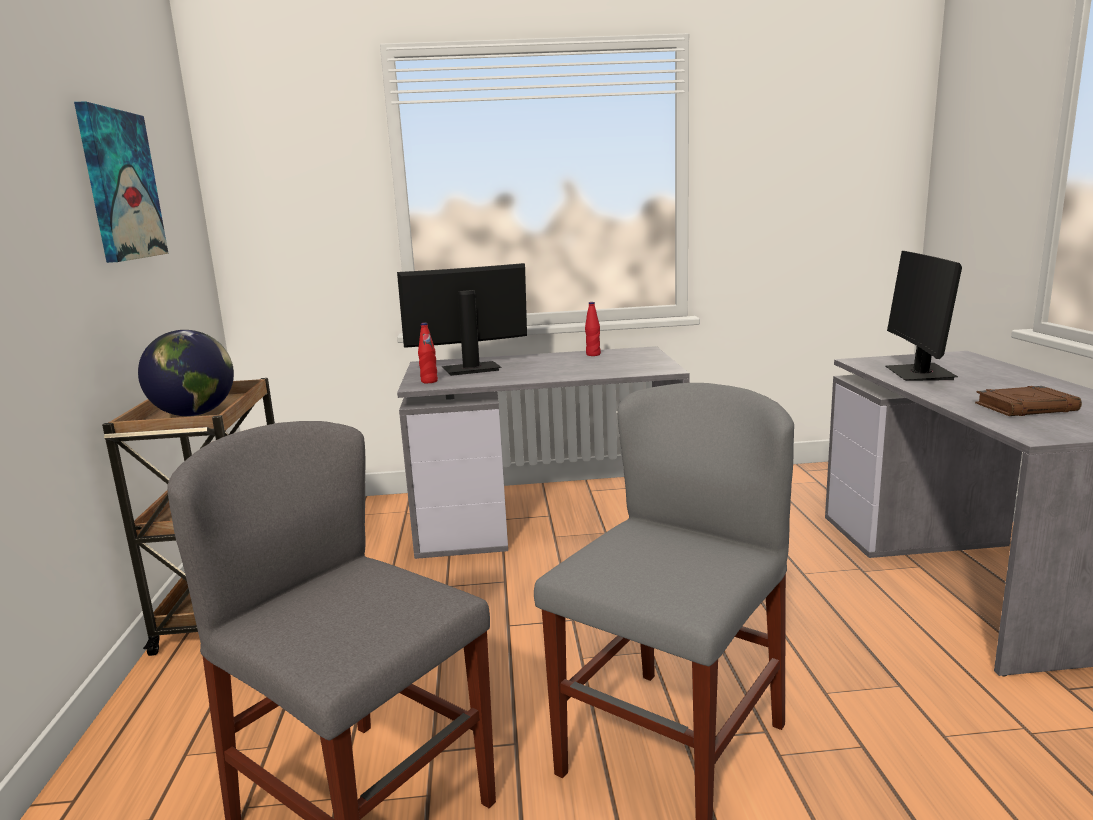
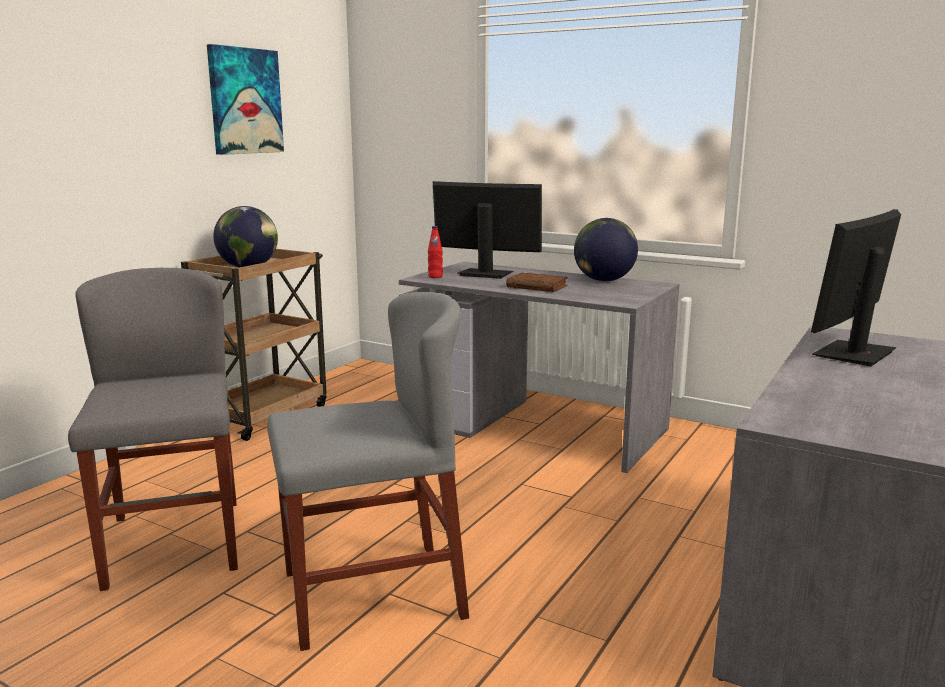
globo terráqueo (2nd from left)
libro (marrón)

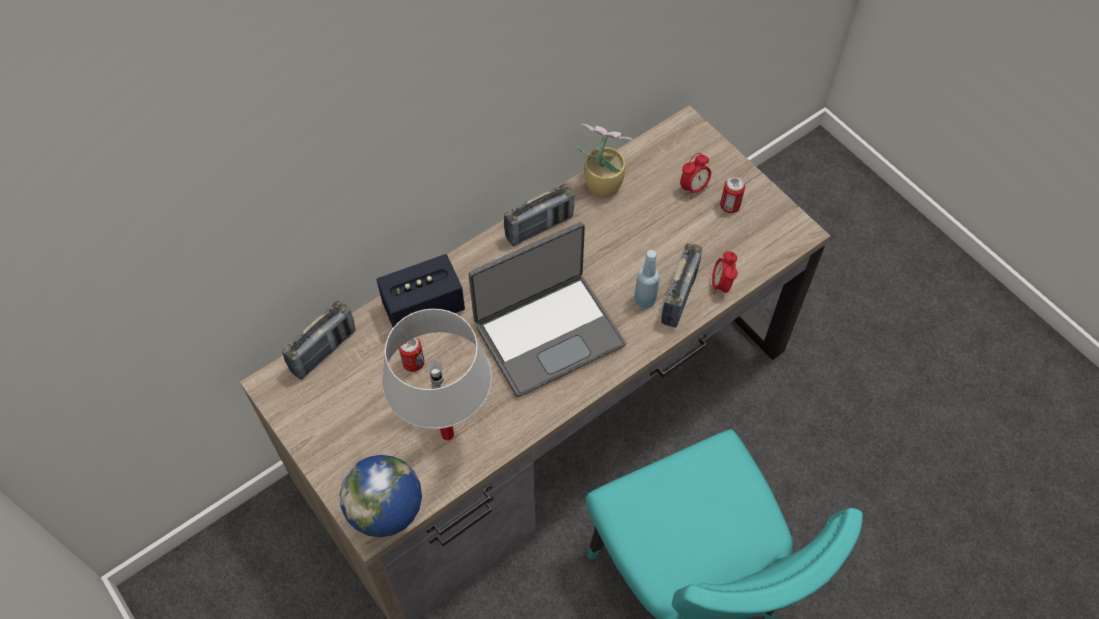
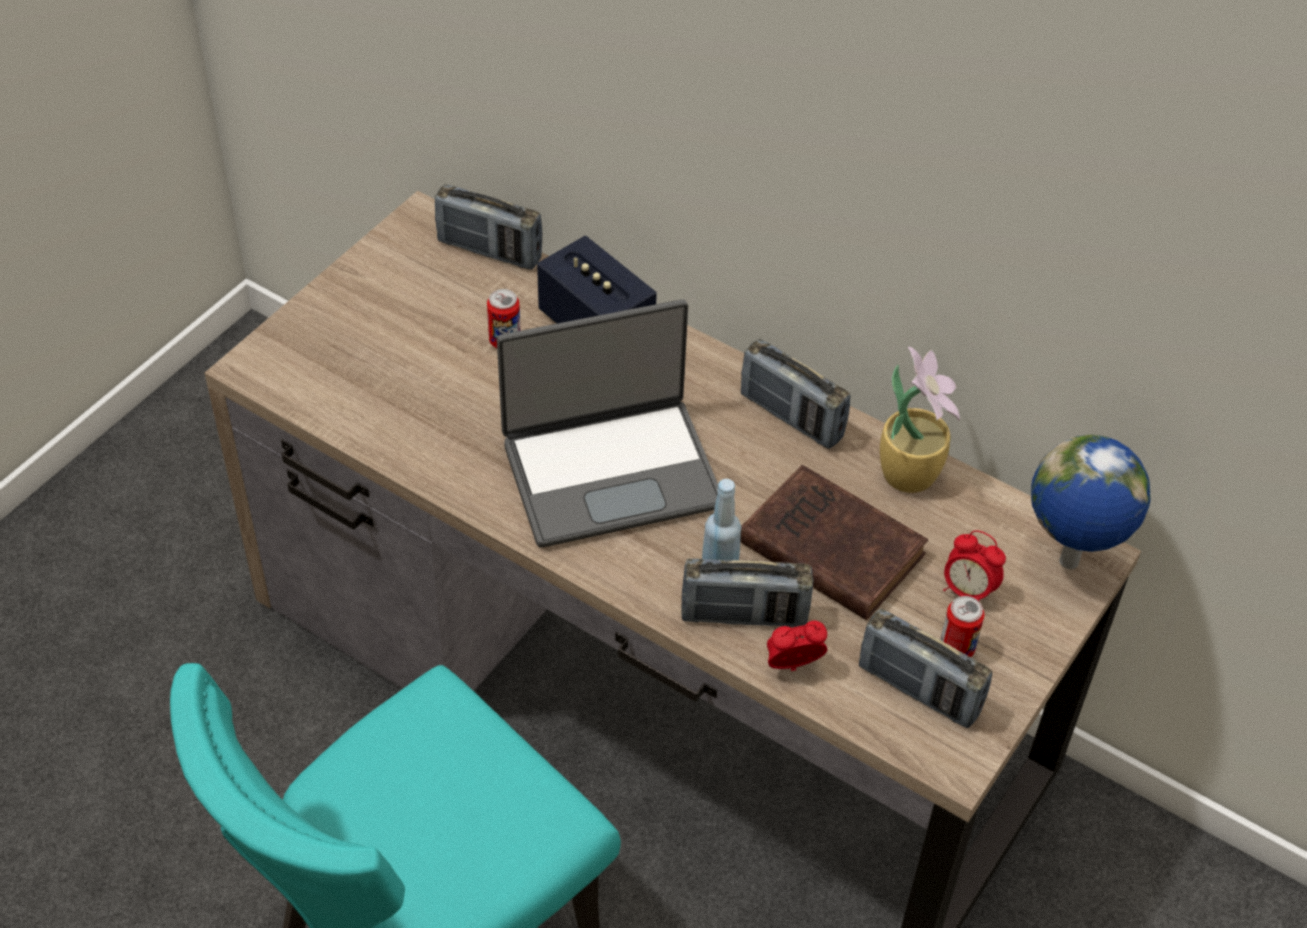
globo terráqueo
lámpara de mesa (blanco)
portátil
libro (marrón)
radio (4th from left)

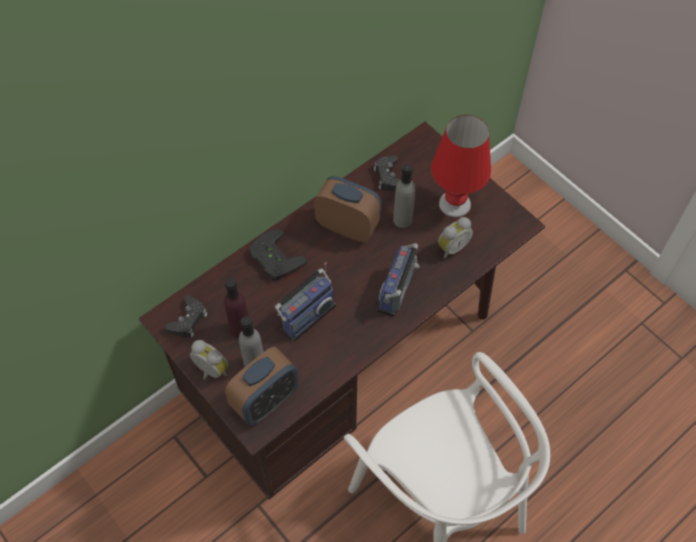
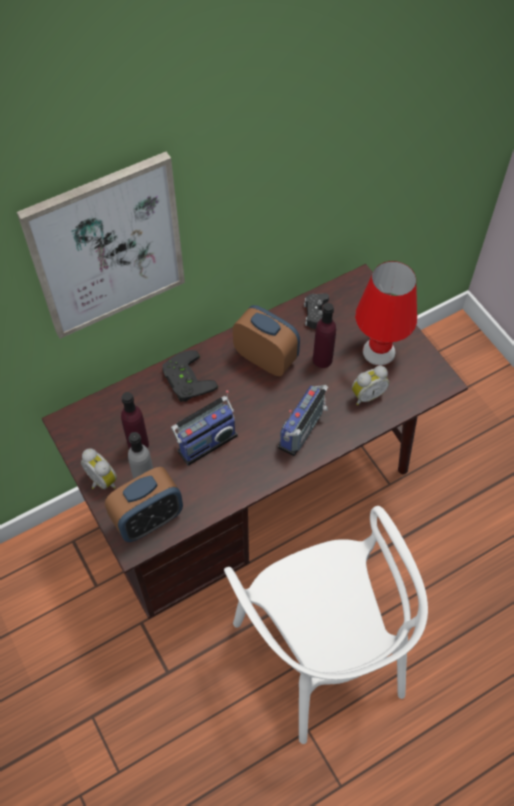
mando de consola (negro) (1st from left in the first image)
botella (morado) (2nd from left)
cuadro

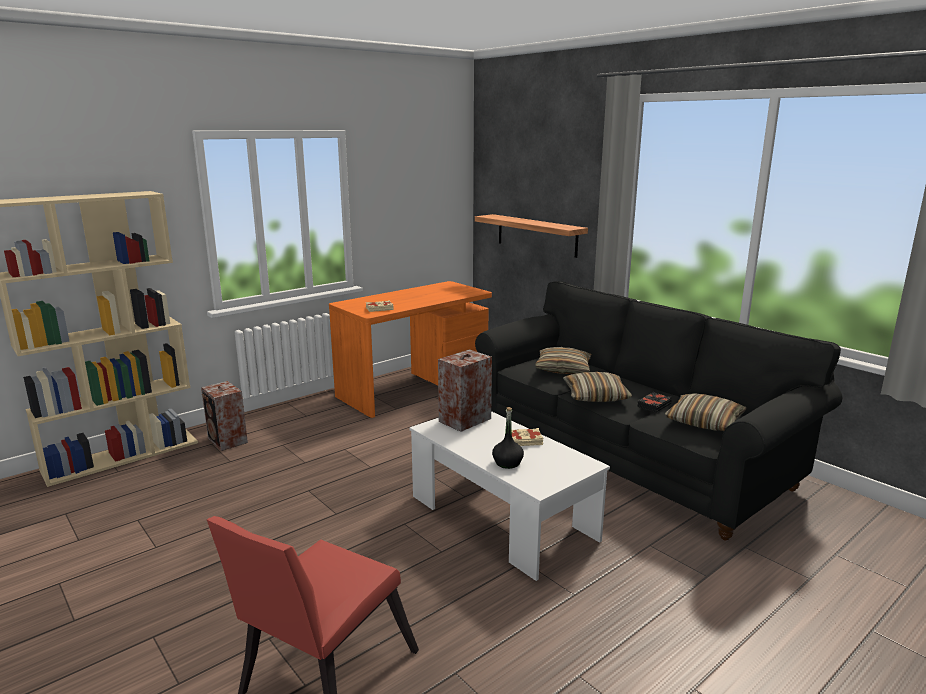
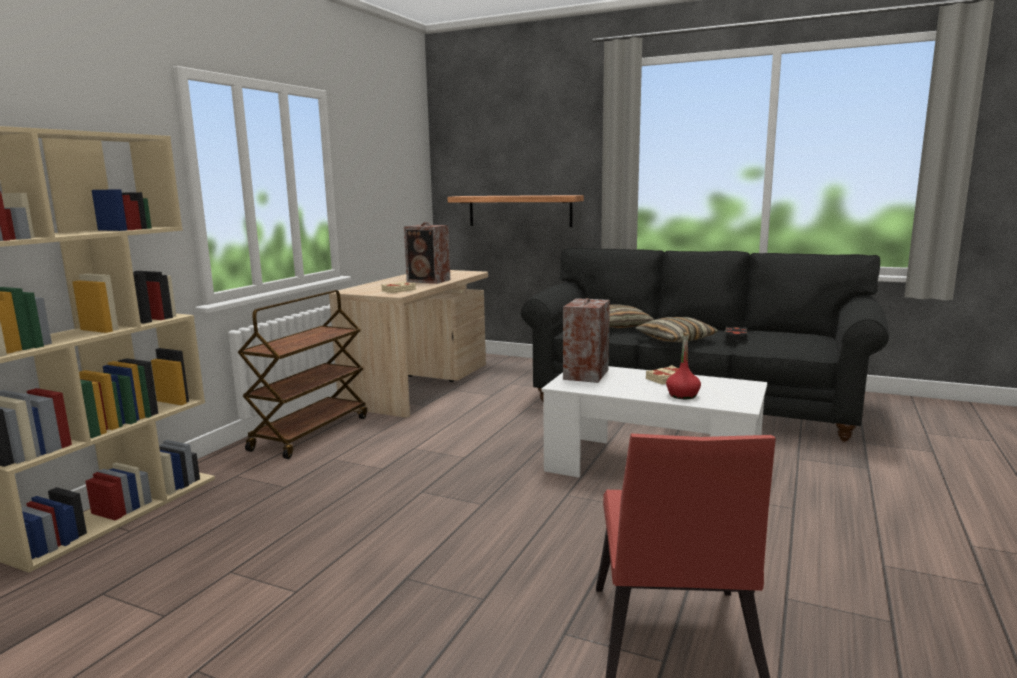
altavoz (1st from left)
escritorio (beis)
botella (rojo)
cojín (3rd from left in the first image)
carrito (marrón)

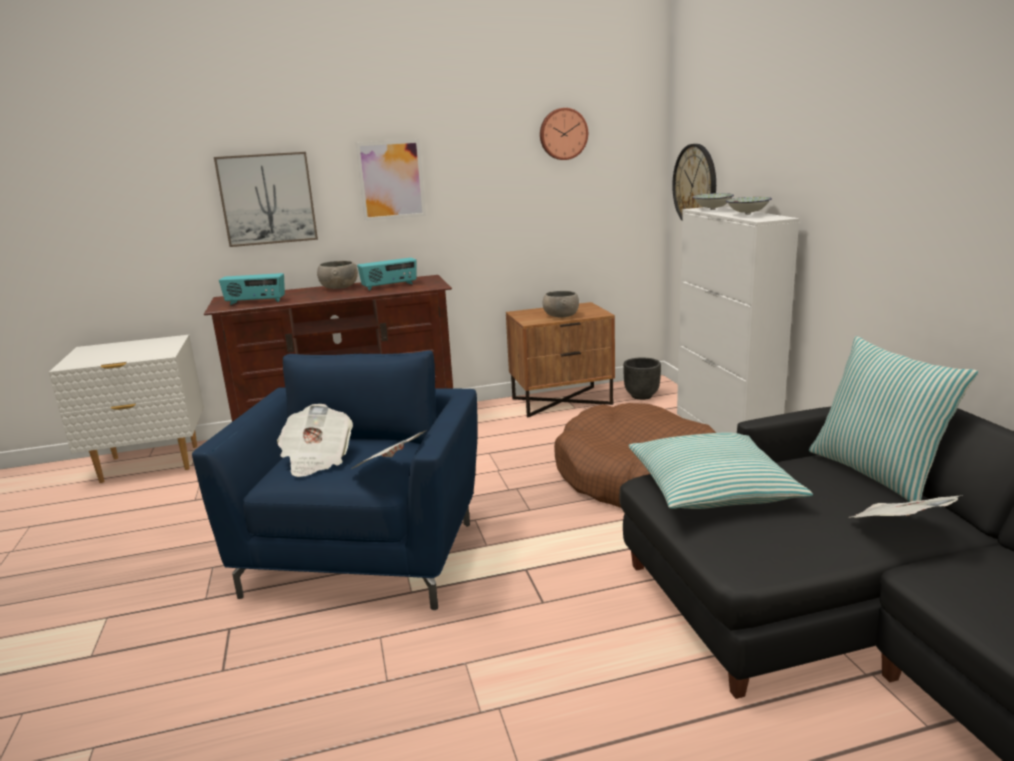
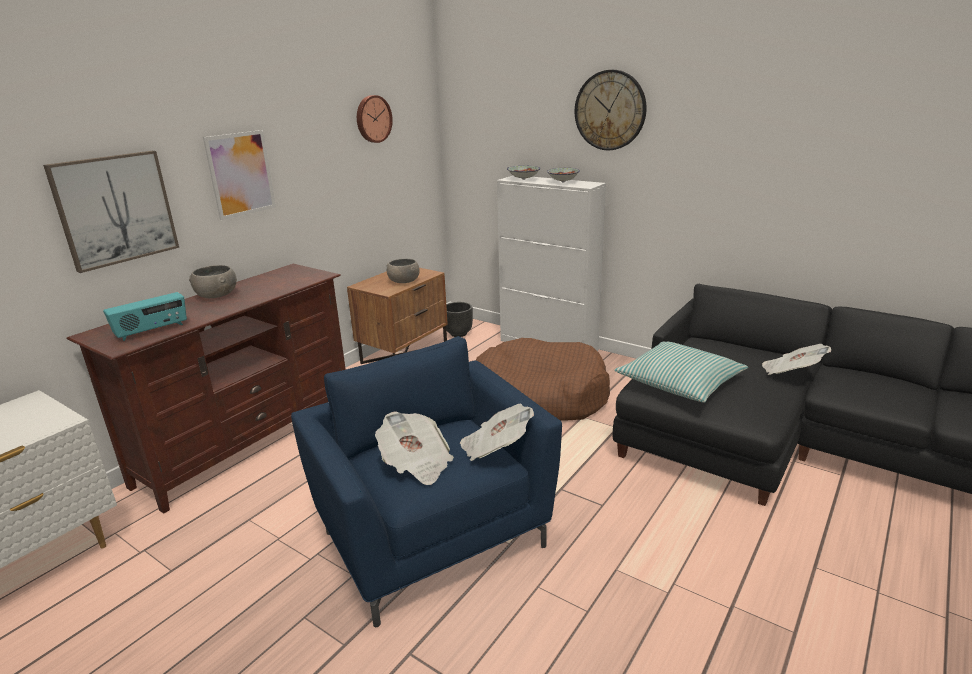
radio (2nd from left in the first image)
reloj de pared (2nd from left)
cojín (2nd from left in the first image)

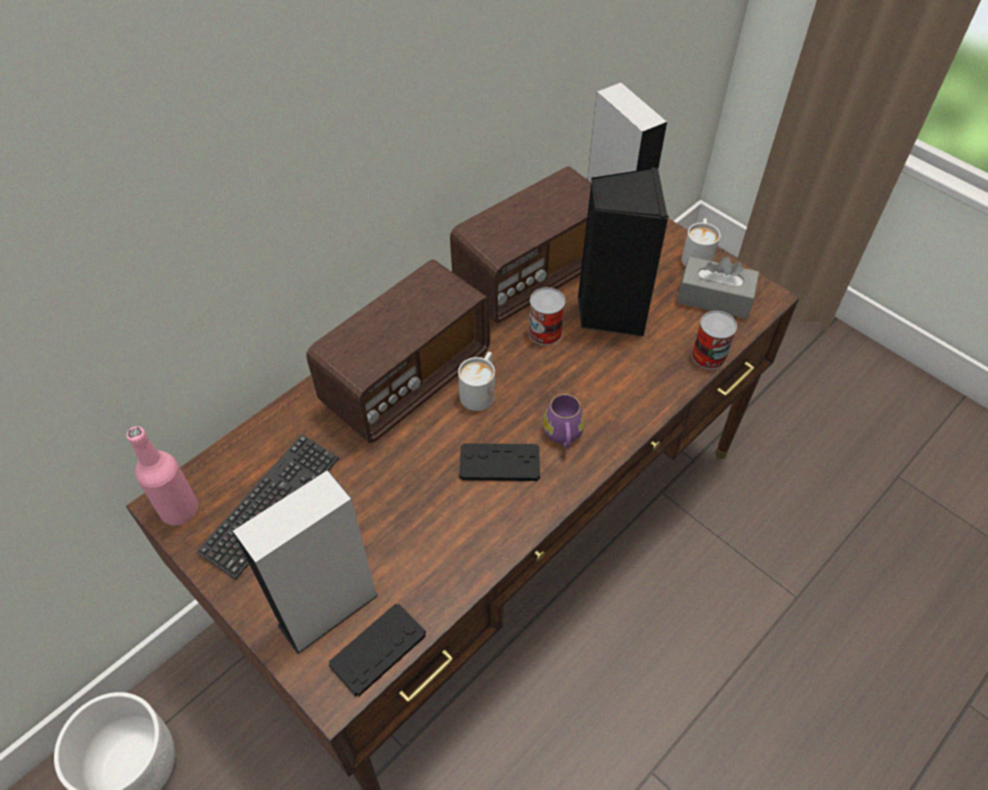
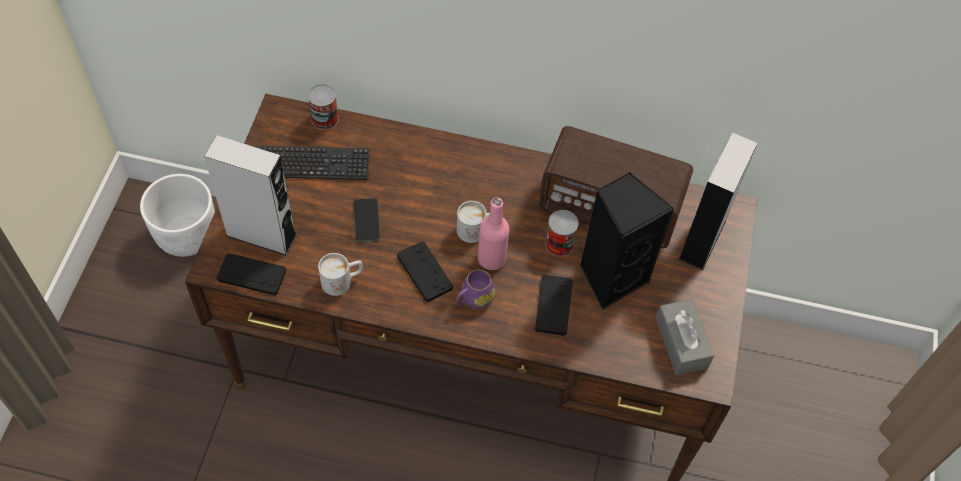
botella (rosa)
radio (1st from left in the first image)
taza grande (blanco) (1st from left)
lata (1st from left)
móvil
mando de consola (negro) (3rd from left)

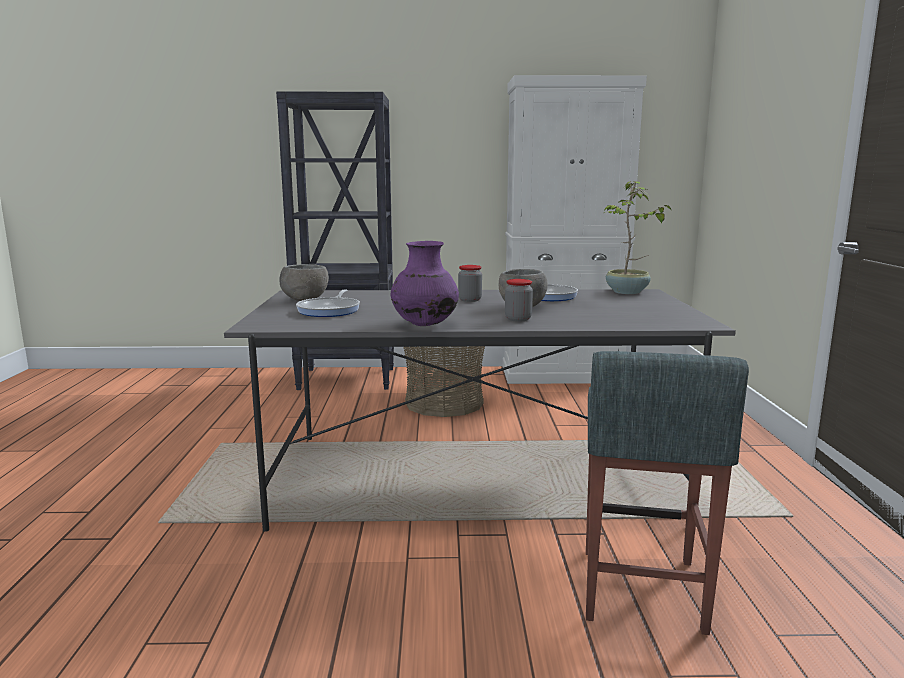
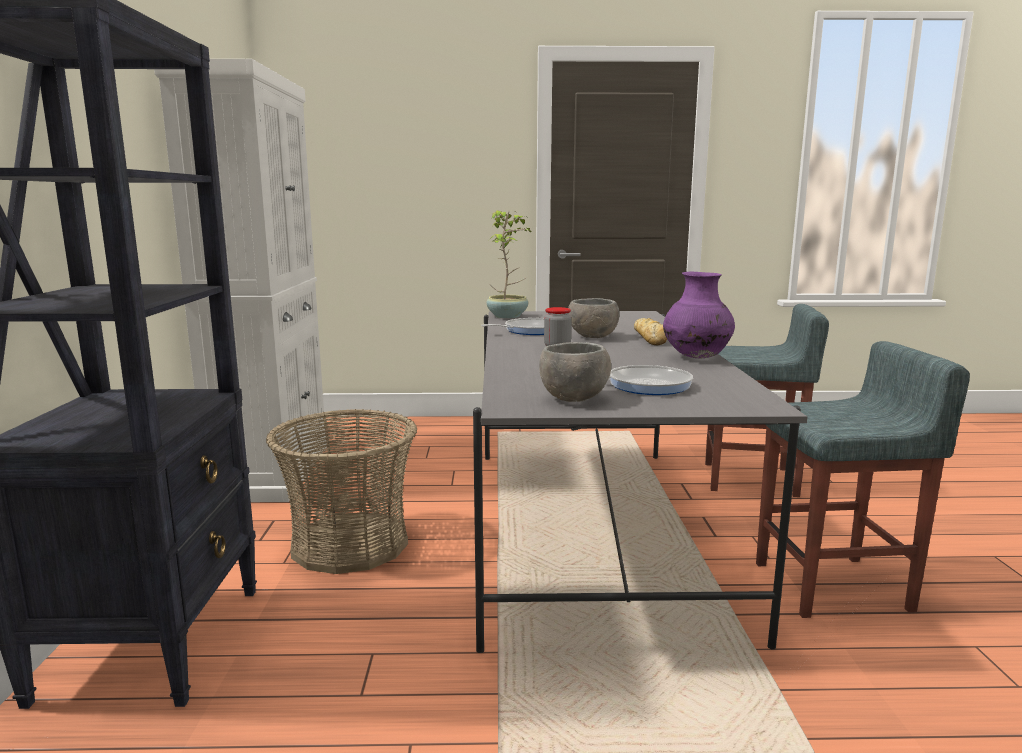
pan
taburete (gris) (2nd from left)

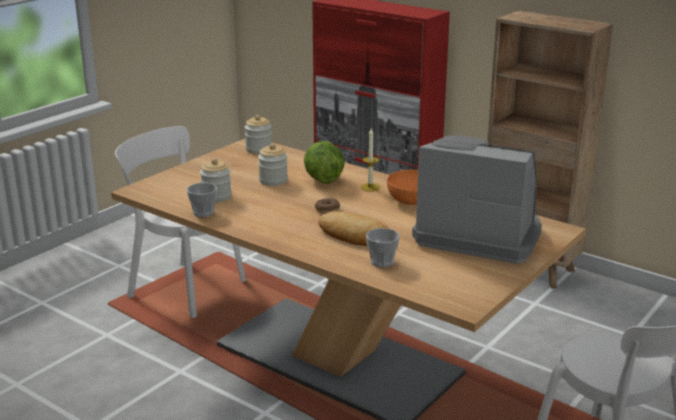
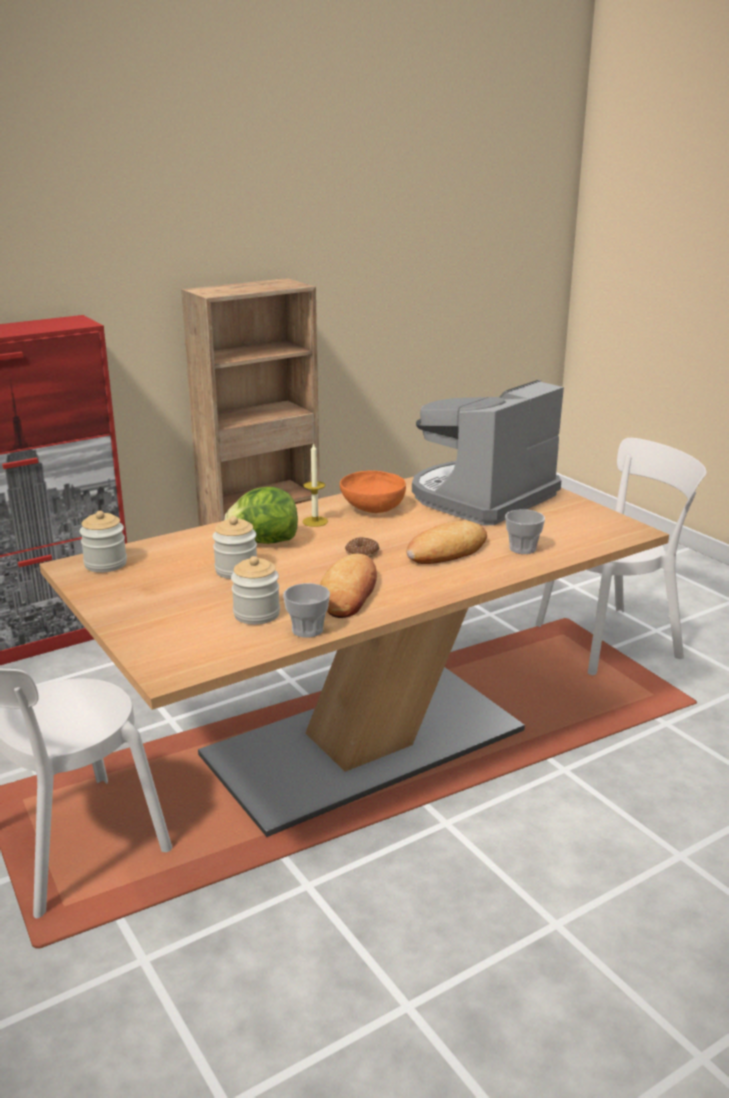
pan (1st from left)

